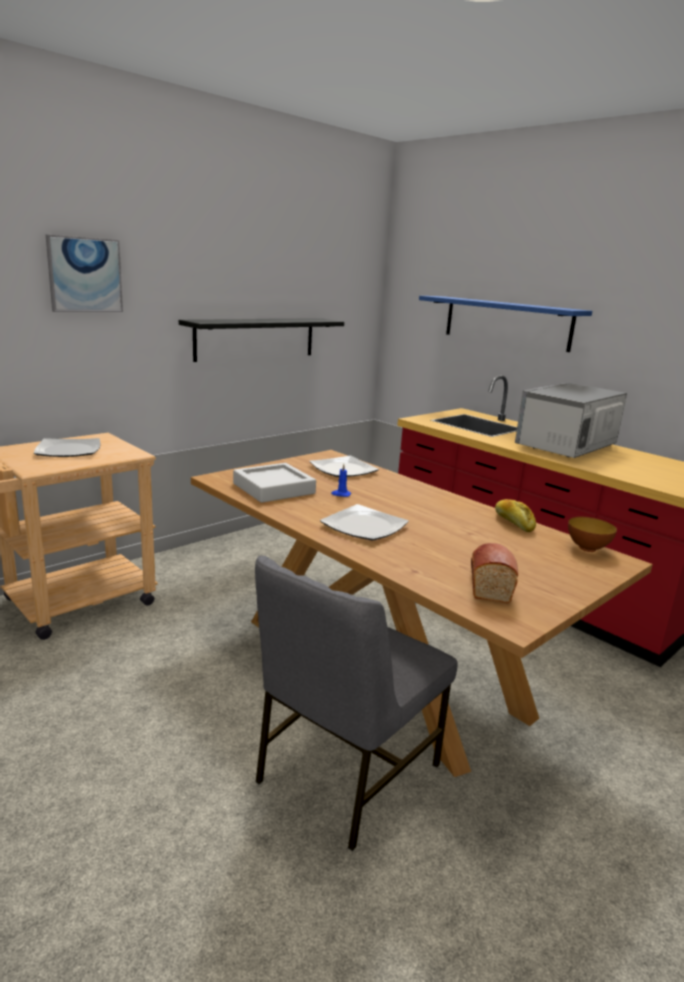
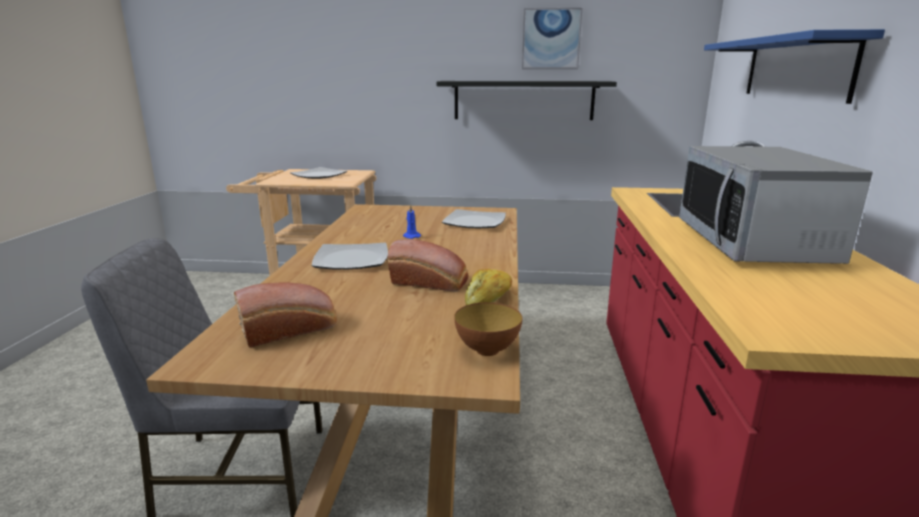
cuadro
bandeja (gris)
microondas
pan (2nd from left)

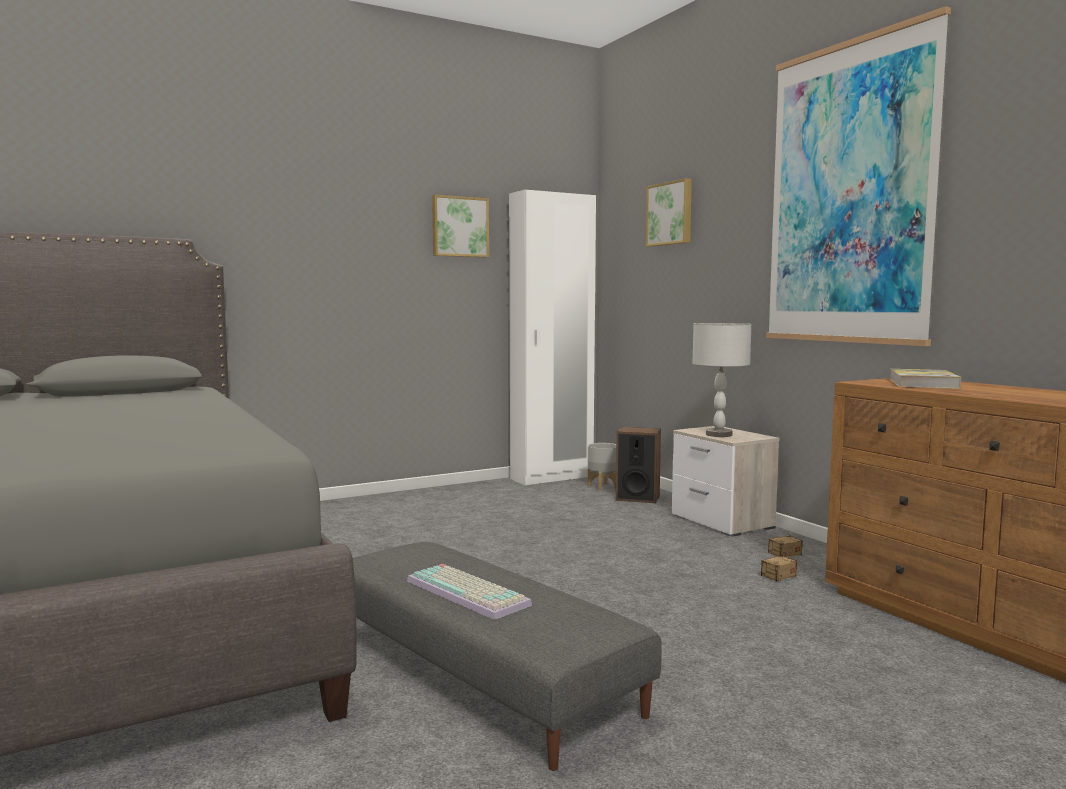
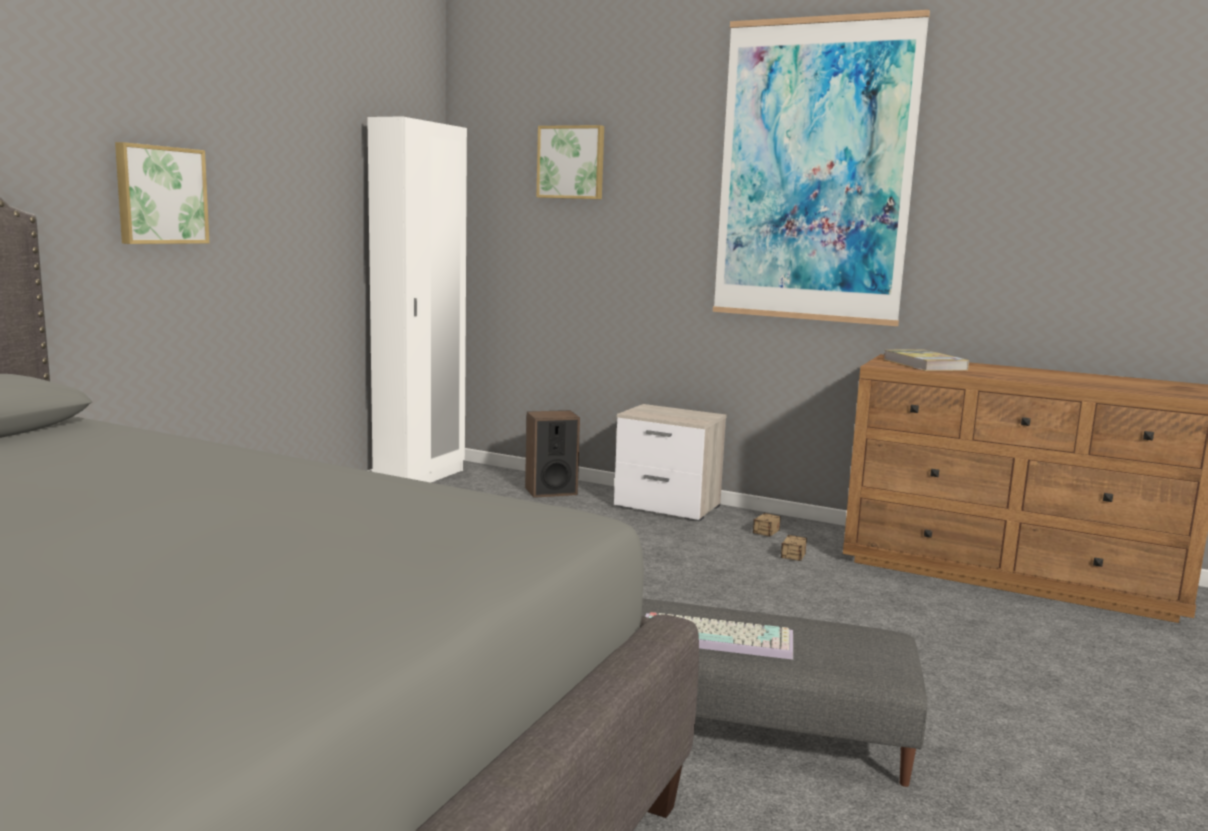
cuadro (1st from left)
maceta (gris)
lámpara de mesa (gris)

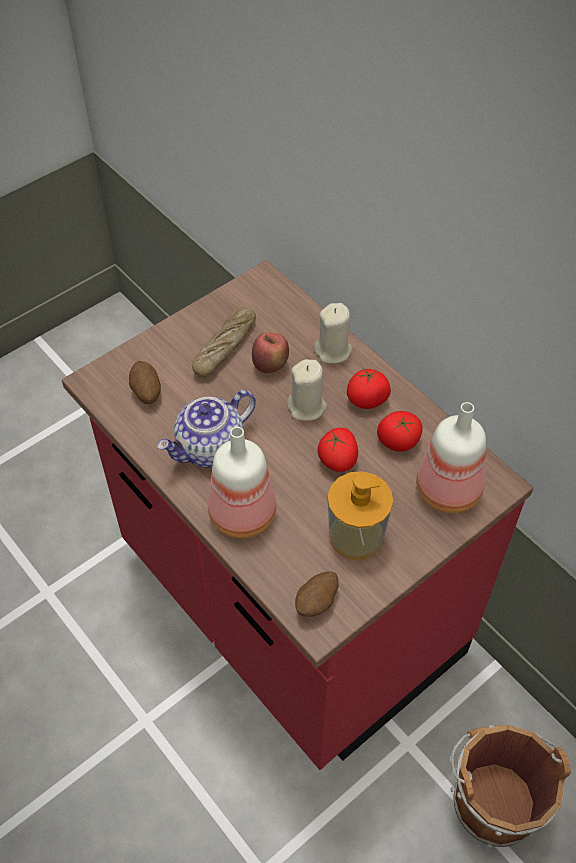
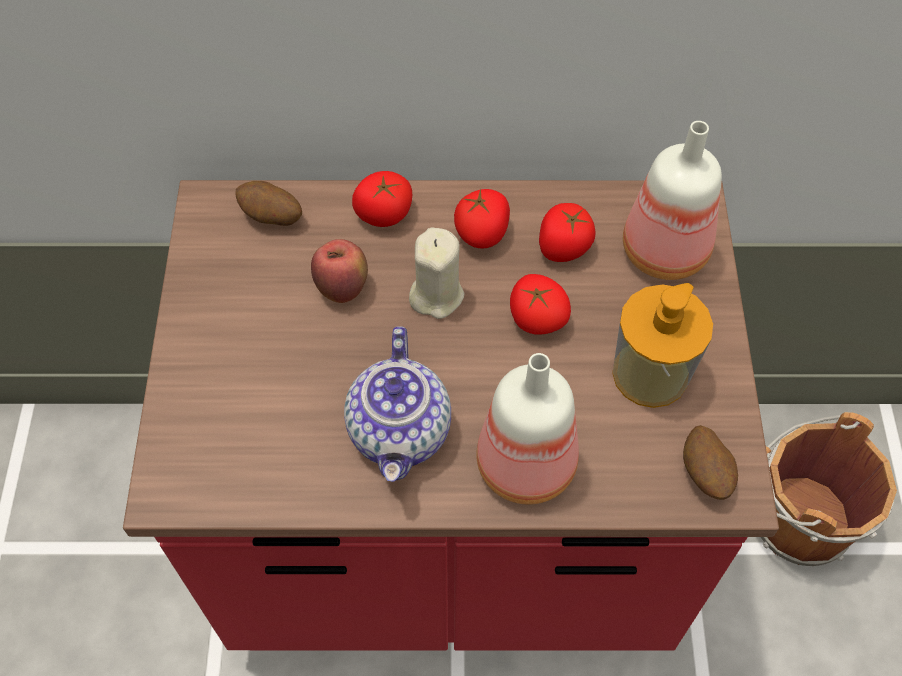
patata (1st from left)
pan
tomate (1st from left)

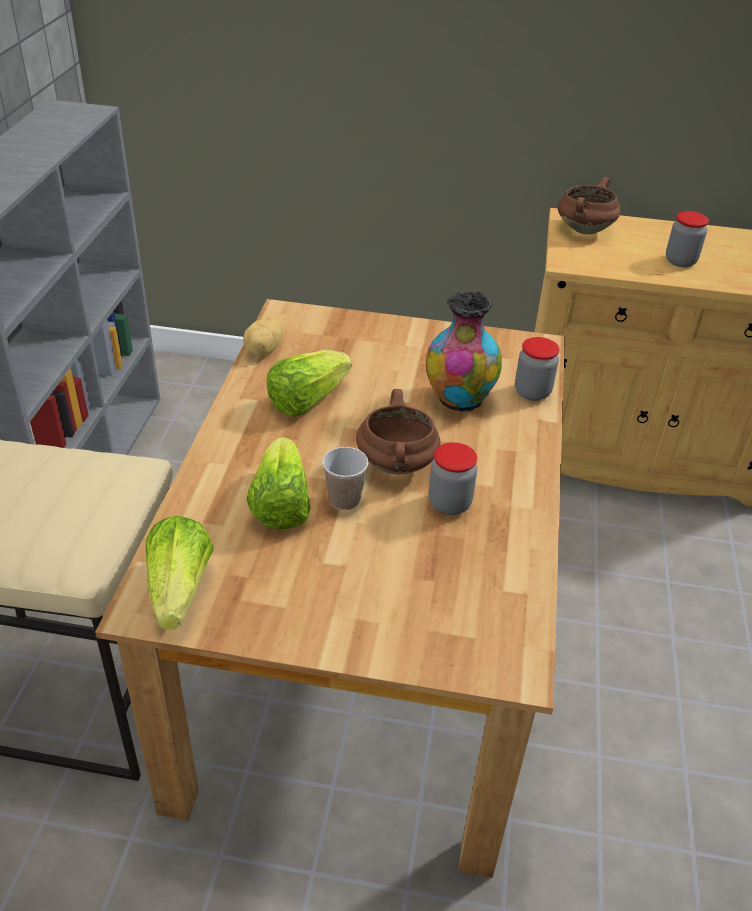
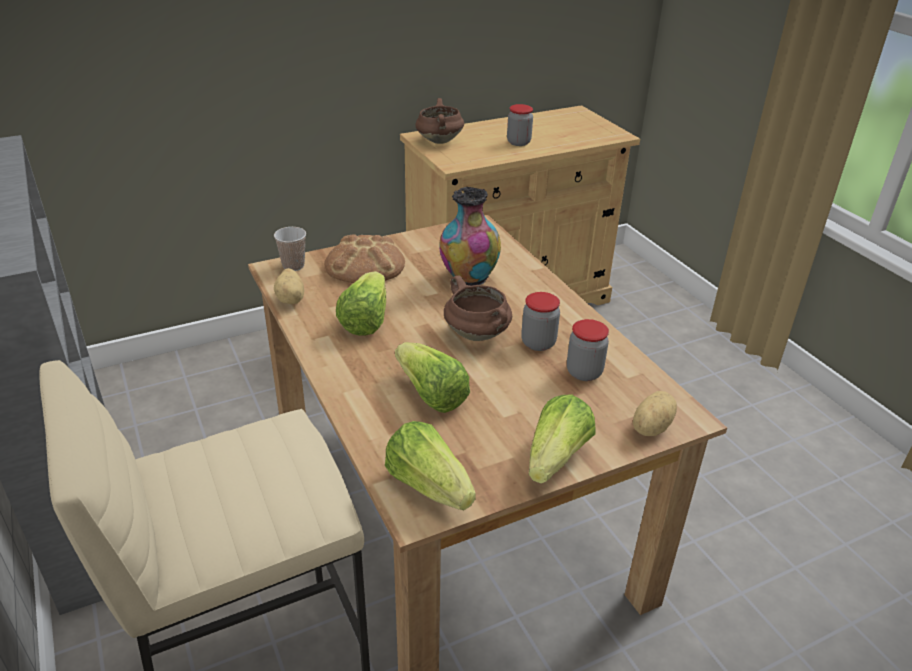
taza
tarro (3rd from left)
pan
lechuga (4th from left)
patata (2nd from left)

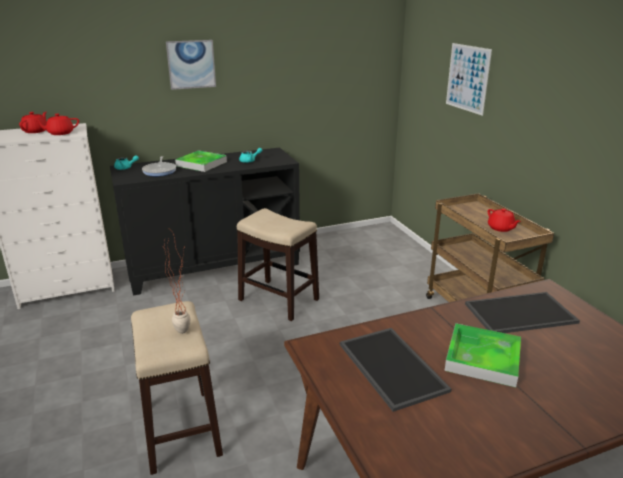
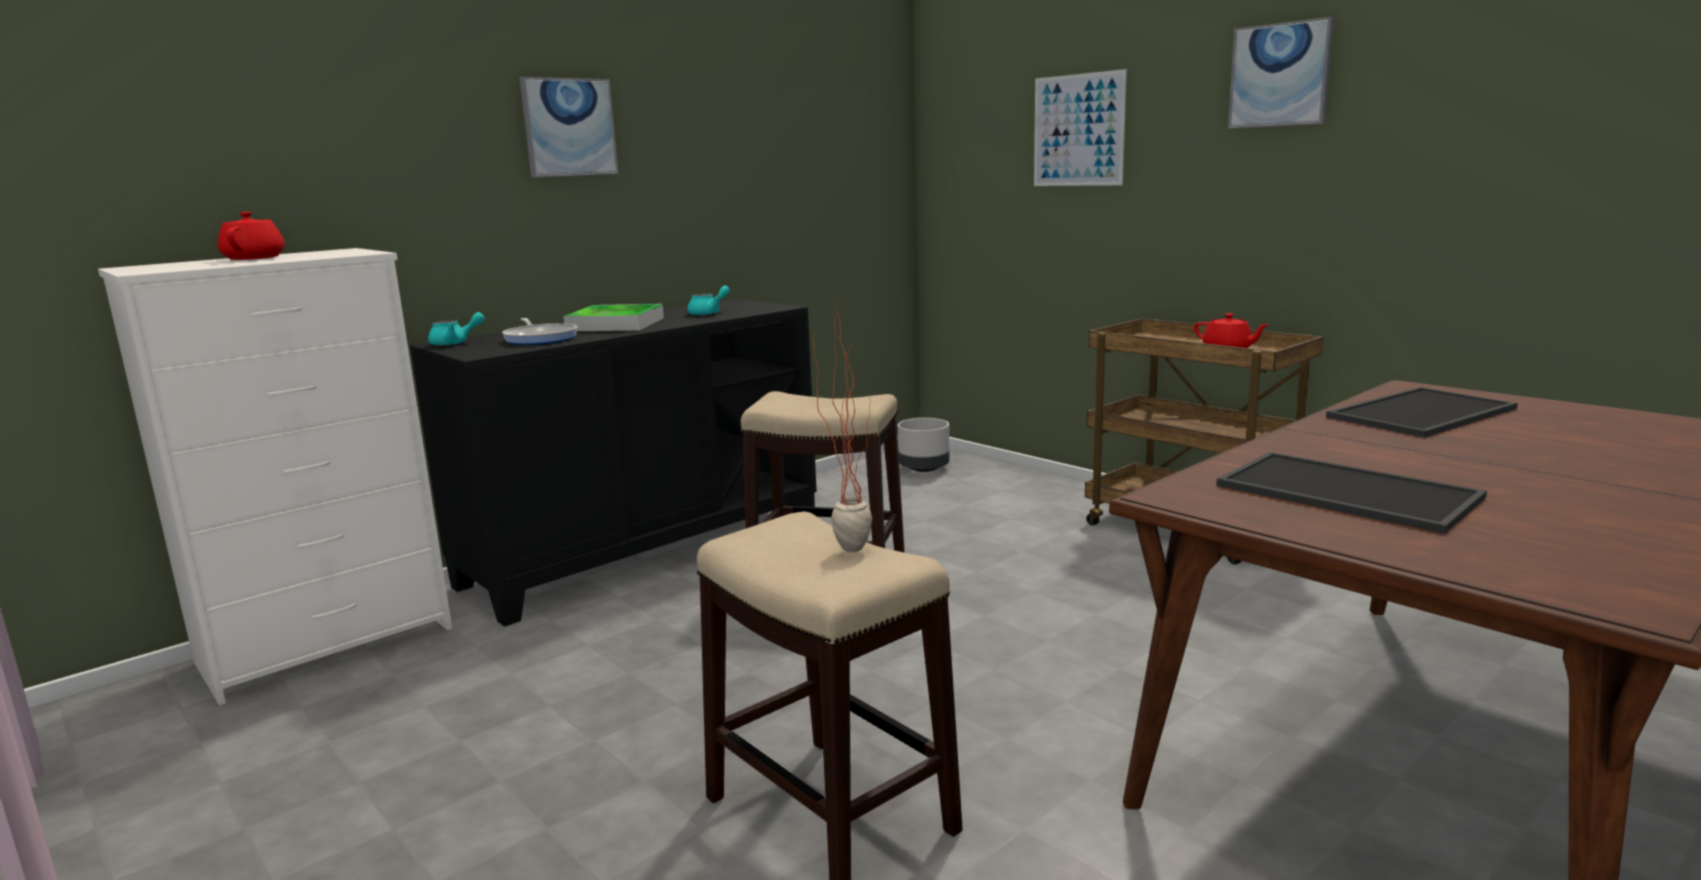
tetera (rojo) (2nd from left in the first image)
bandeja (3rd from left in the first image)
maceta (gris)
cuadro (3rd from left)

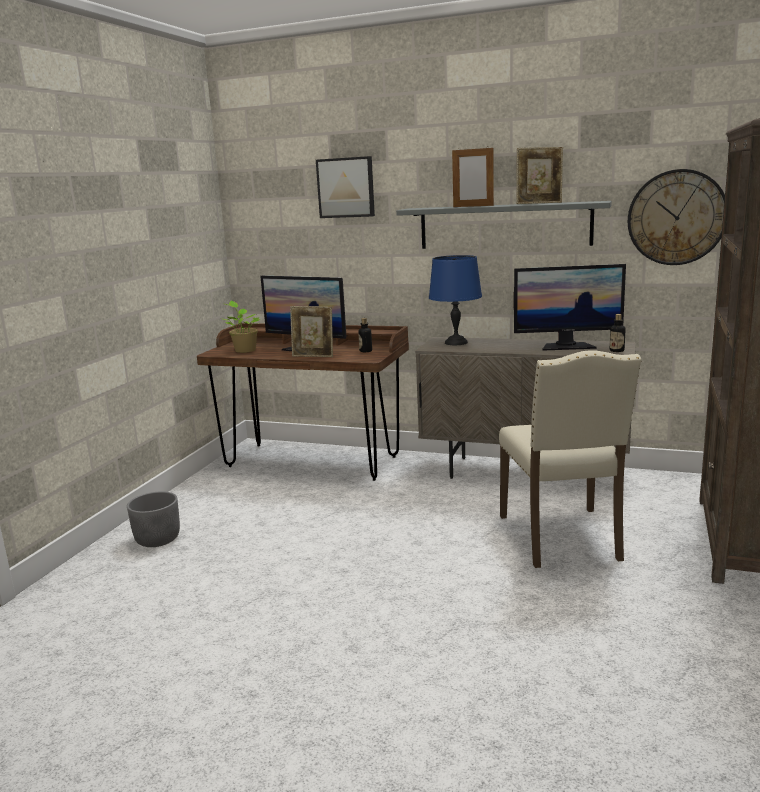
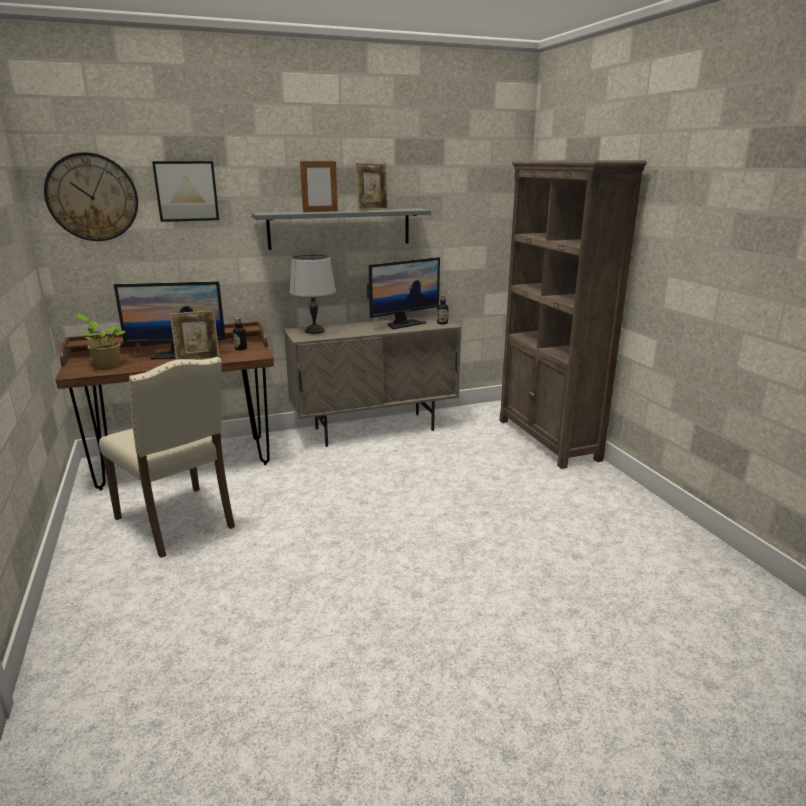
maceta (gris)
lámpara de mesa (gris)
silla (beis)
reloj de pared

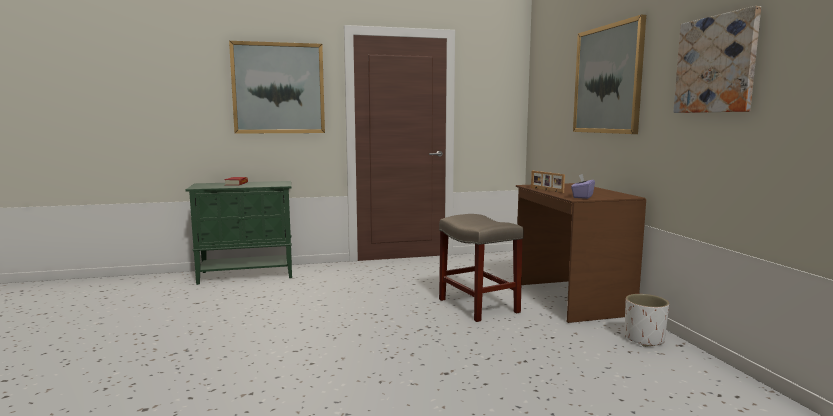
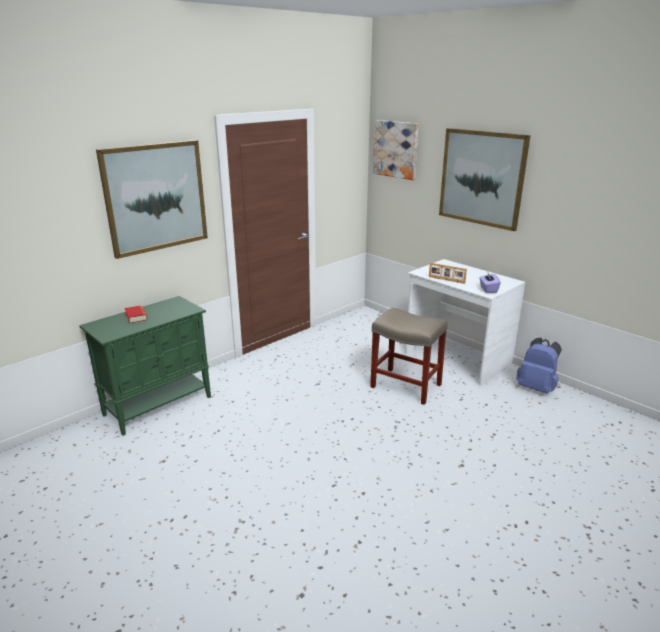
escritorio (blanco)
mochila (azul)
cuadro (2nd from left)

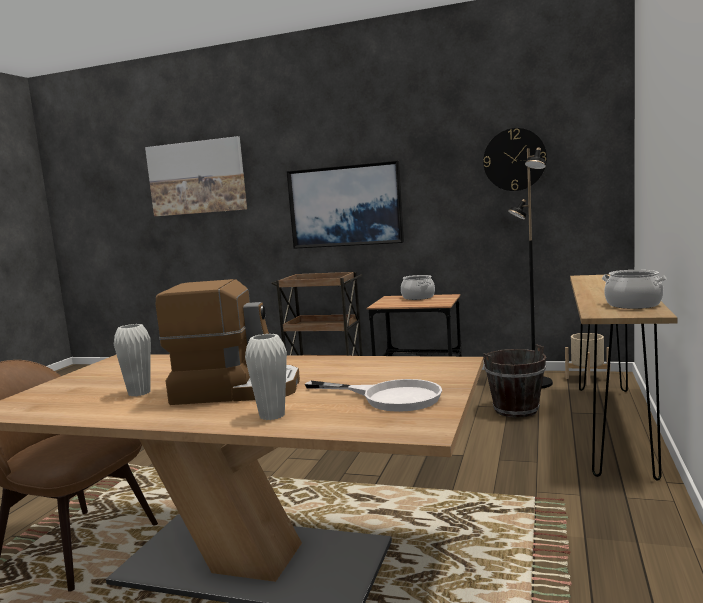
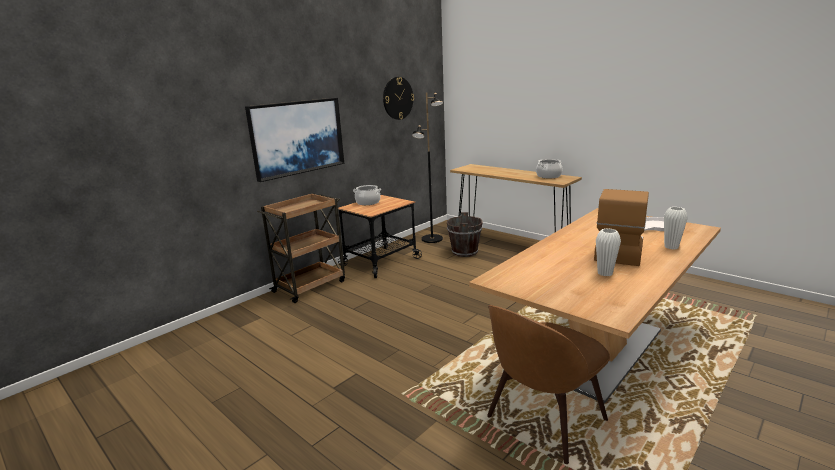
cuadro (1st from left in the first image)
maceta (beis)

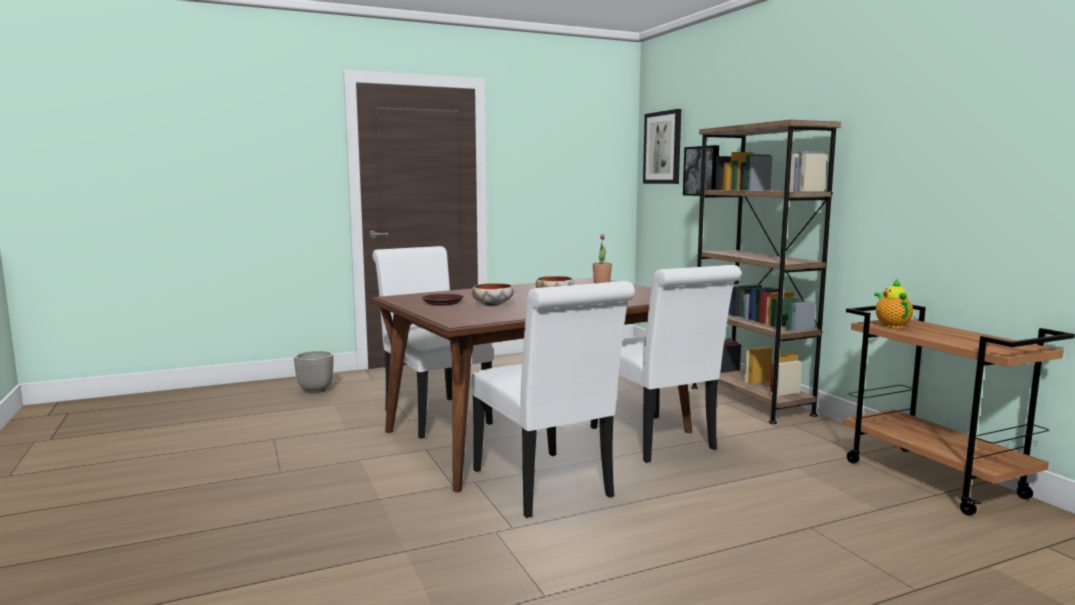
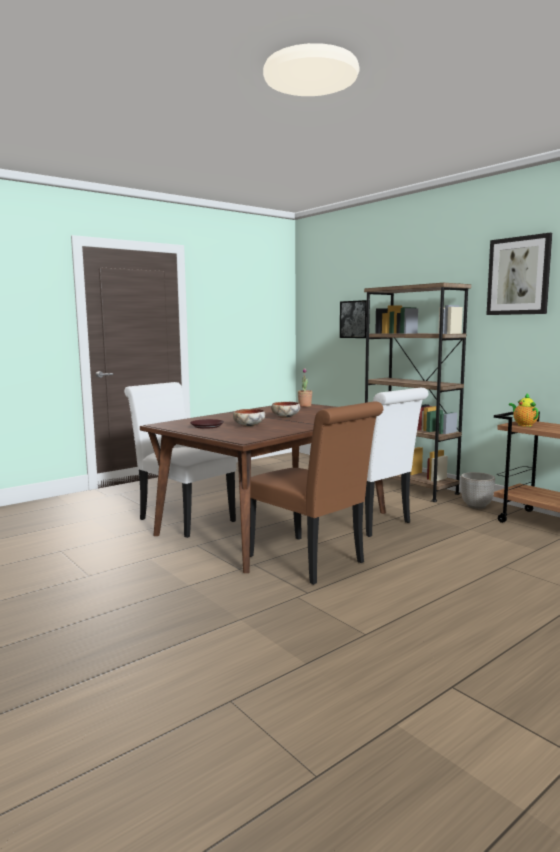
maceta
silla (marrón)
cuadro (2nd from left)

